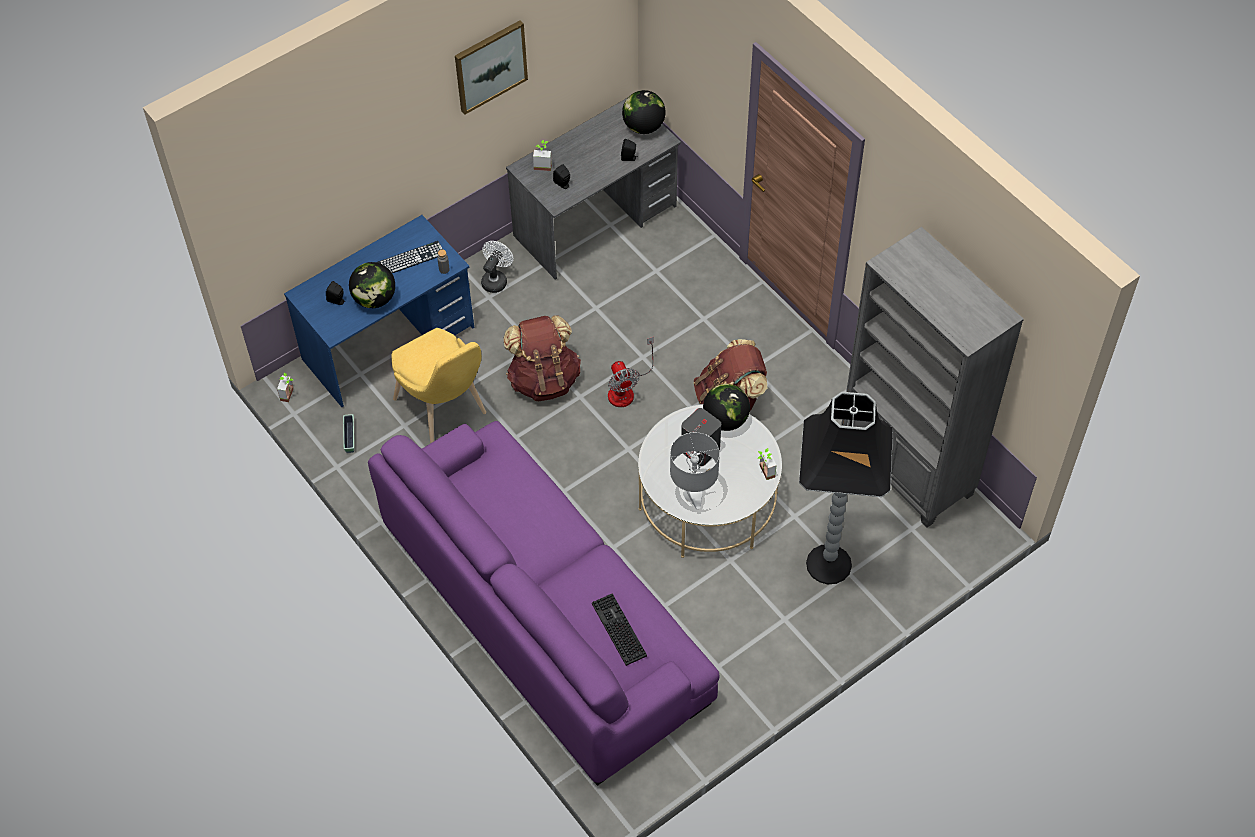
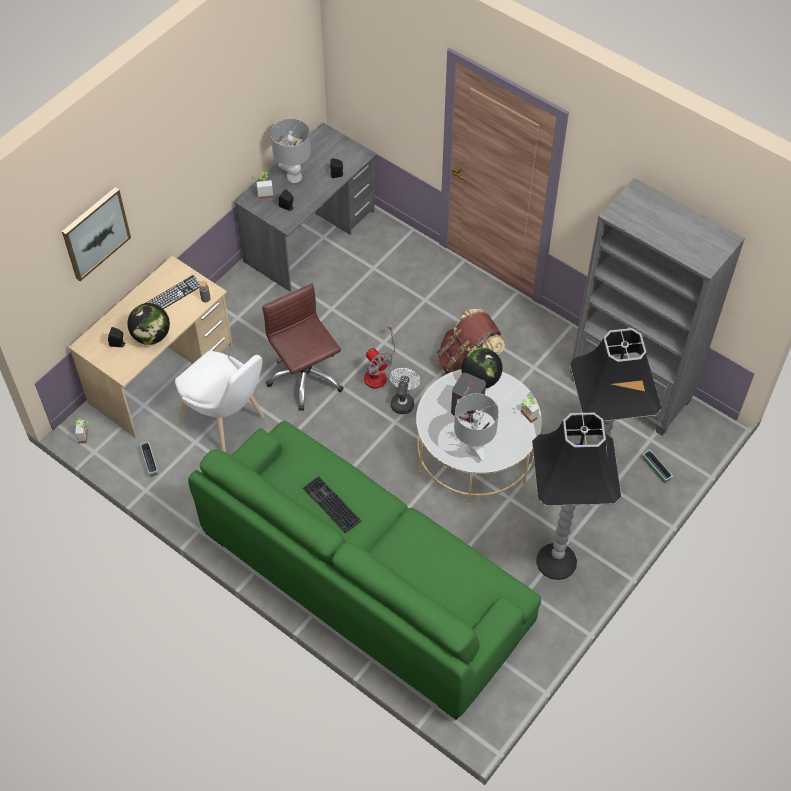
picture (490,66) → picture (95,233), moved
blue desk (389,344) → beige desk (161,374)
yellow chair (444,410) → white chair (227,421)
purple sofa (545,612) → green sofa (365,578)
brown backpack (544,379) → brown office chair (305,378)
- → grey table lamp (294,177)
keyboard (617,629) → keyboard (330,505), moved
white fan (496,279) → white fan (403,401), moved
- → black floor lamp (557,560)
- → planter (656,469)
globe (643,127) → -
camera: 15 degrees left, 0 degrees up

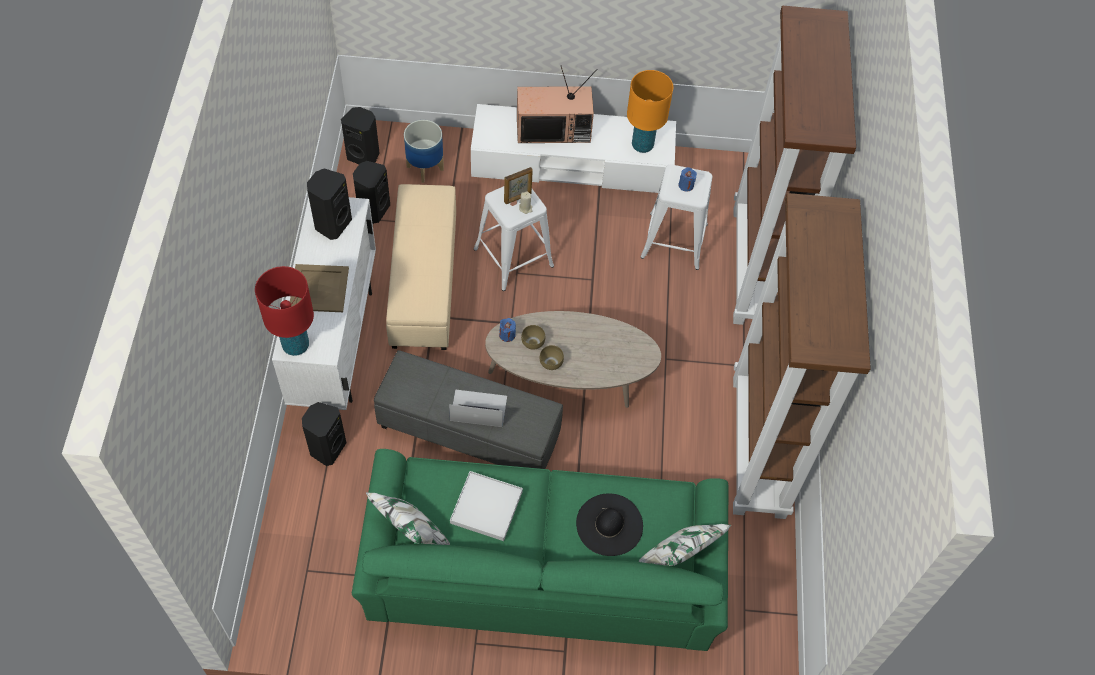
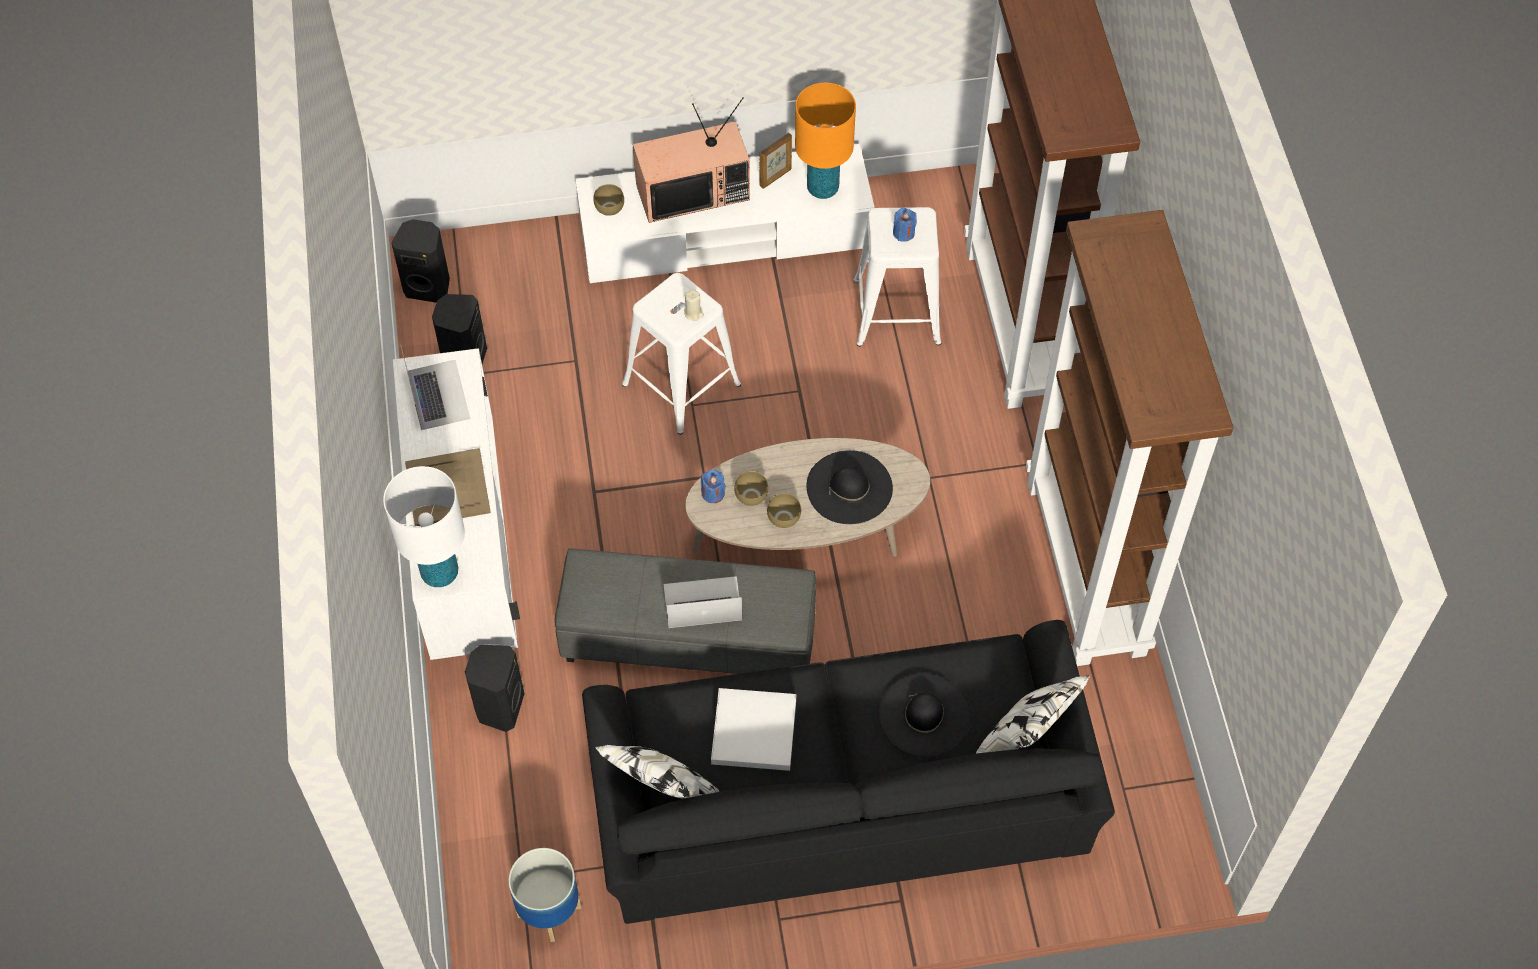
red table lamp (296,345) → white table lamp (440,572)
black speaker (332,224) → laptop (438,394)
planter (424,168) → planter (549,912), moved
green sofa (542,567) → black sofa (839,797)
- → brown bowl (610,209)
picture frame (518,198) → picture frame (776,177), moved
- → black hat (849,487)
beige ottoman (423,282) → -
camera: 10 degrees left, 0 degrees up

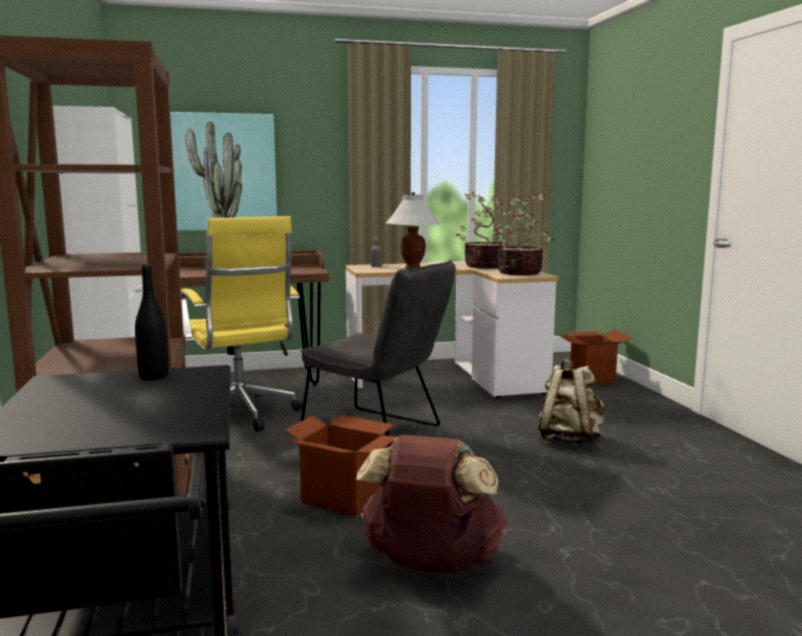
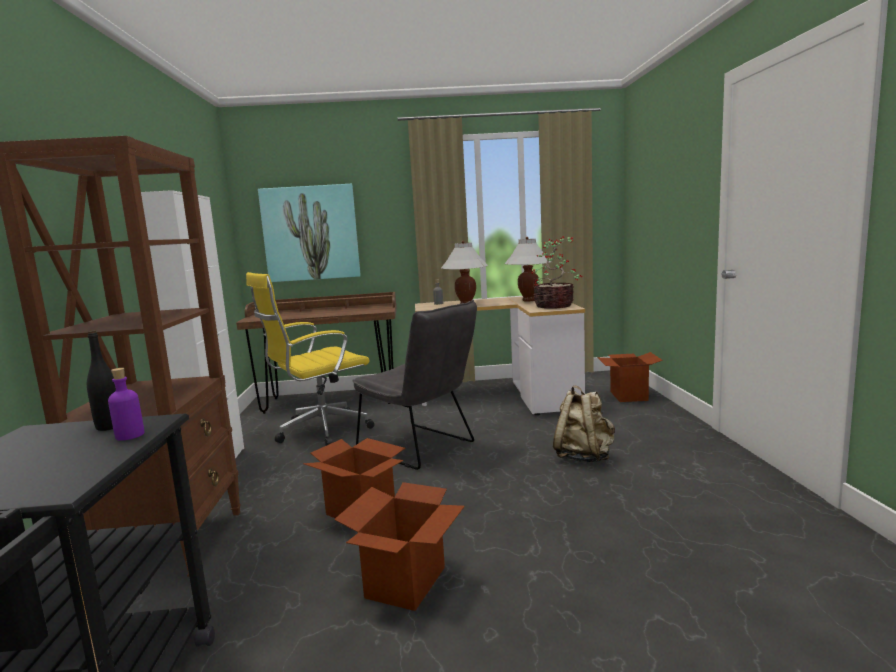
- → purple bottle (130,435)
yellow office chair (242,416) → yellow office chair (319,431), 75 degrees clockwise
brown backpack (431,565) → cardboard box (406,583)
potted plant (483,266) → white table lamp (528,300)
camera: 10 degrees right, 0 degrees up

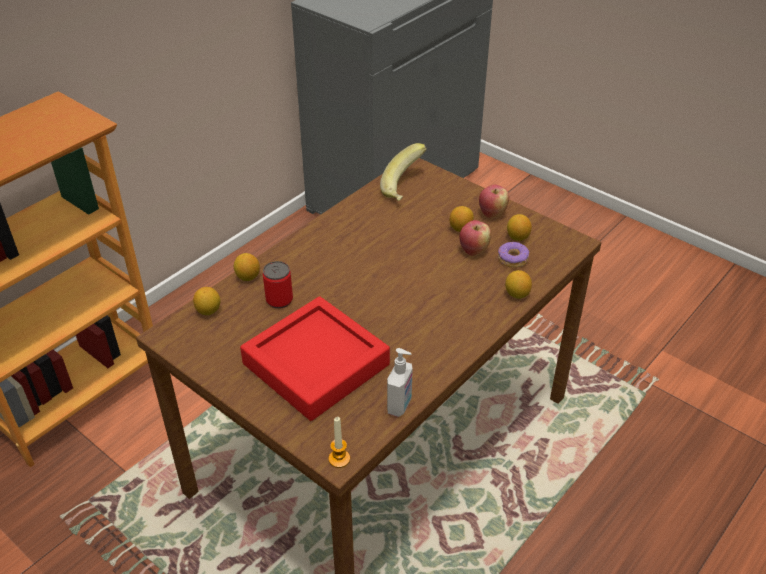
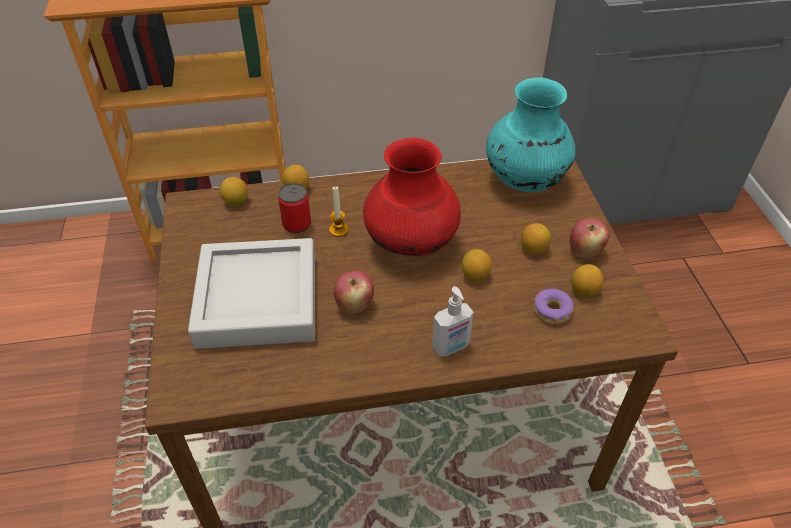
red tray (316,364) → grey tray (258,300)
candle (339,459) → candle (338,230), moved
apple (473,250) → apple (354,305), moved
- → red vase (411,244)
soap dispenser (400,405) → soap dispenser (451,347), moved
lemon (517,294) → lemon (475,276), moved
banana (405,188) → turquoise vase (524,180)
camera: 40 degrees right, 5 degrees up

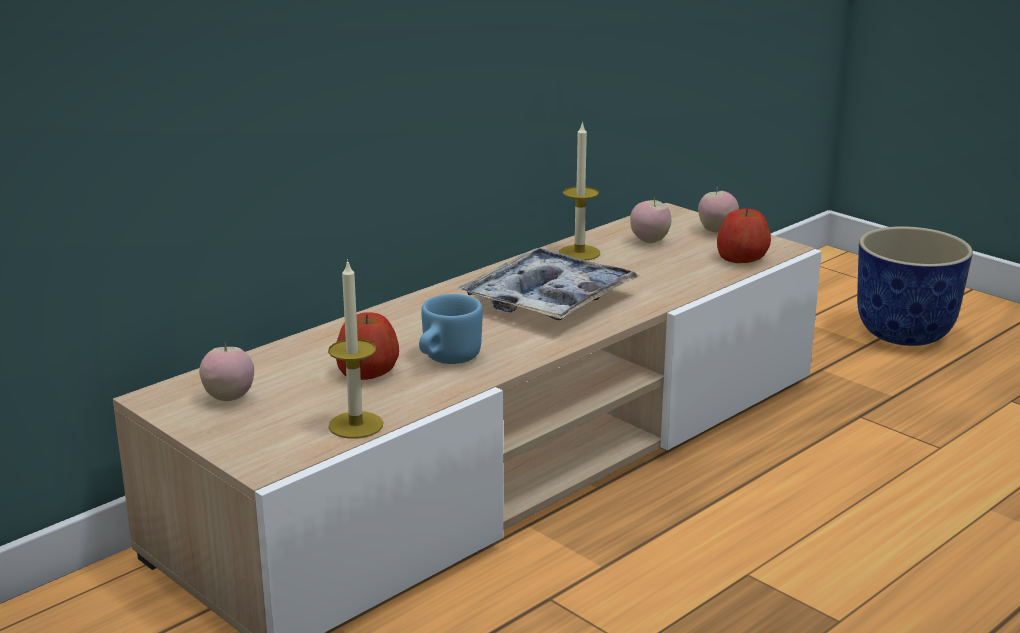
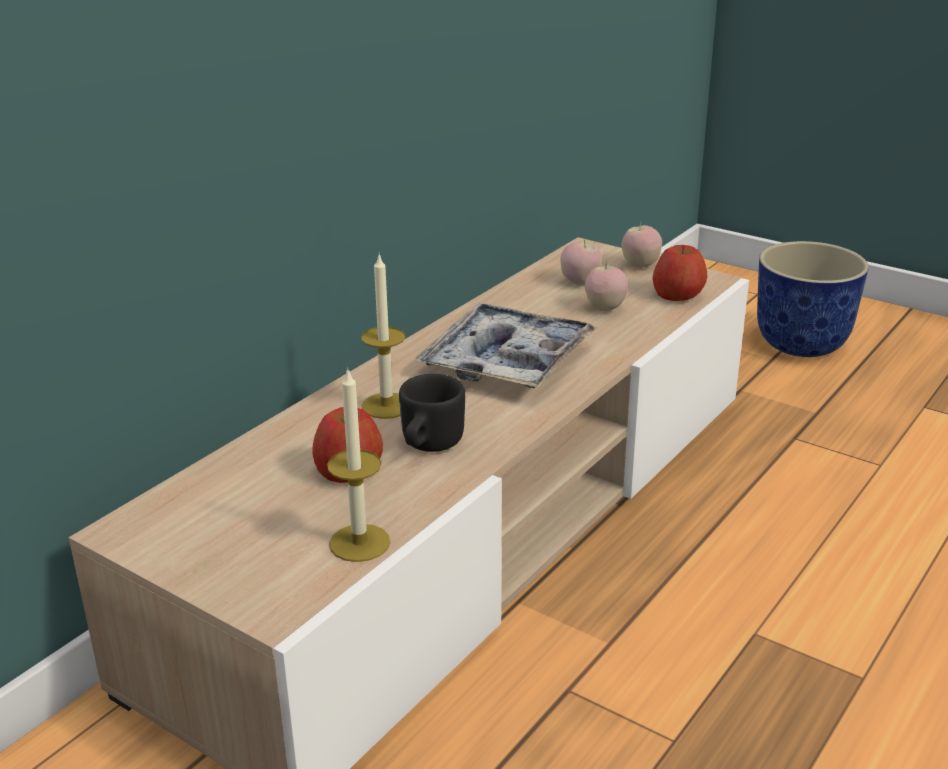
candle (579,253) → candle (386,406), moved
blue mug (446,359) → black mug (427,446)
apple (229,398) → apple (605,308), moved
camera: 10 degrees left, 5 degrees up

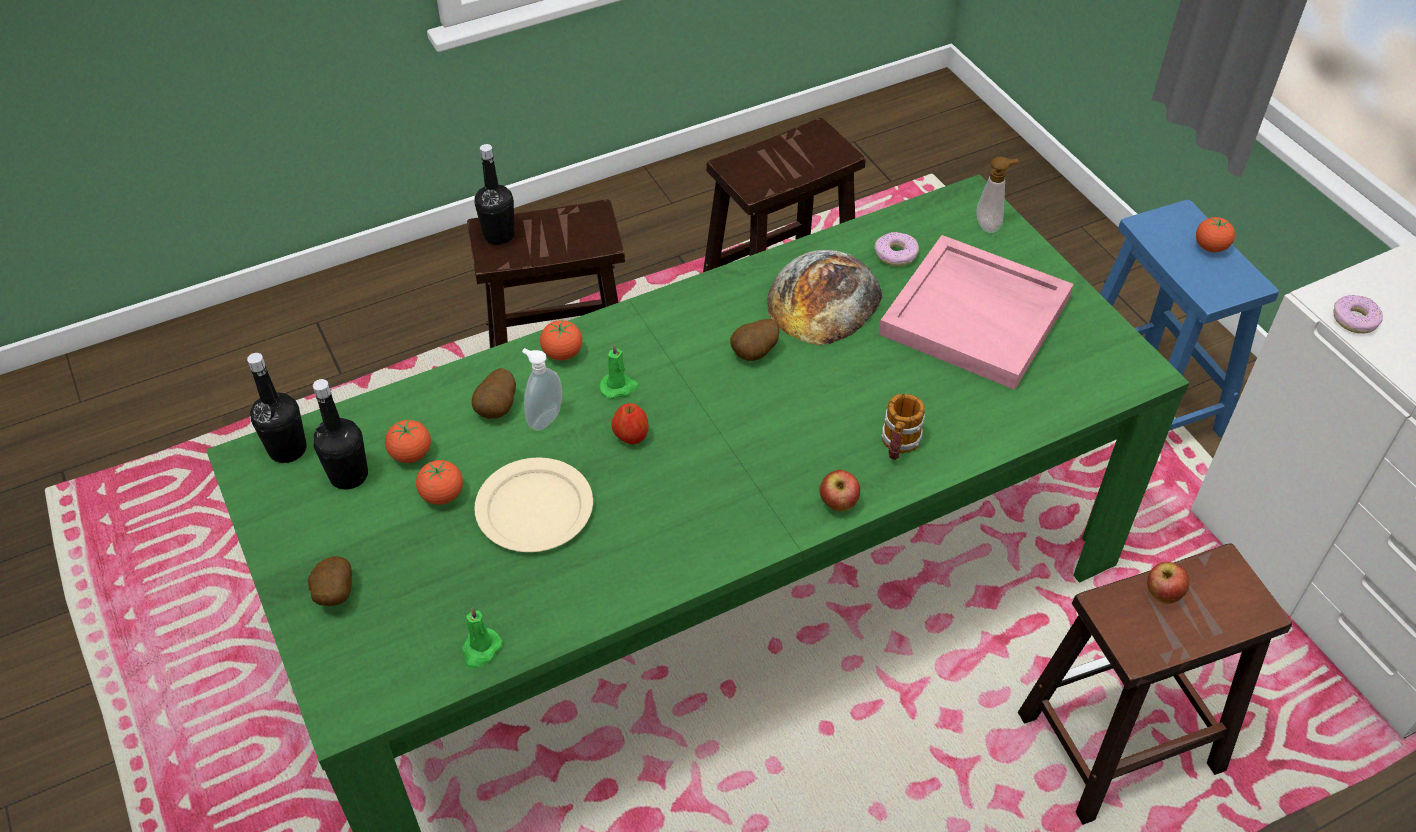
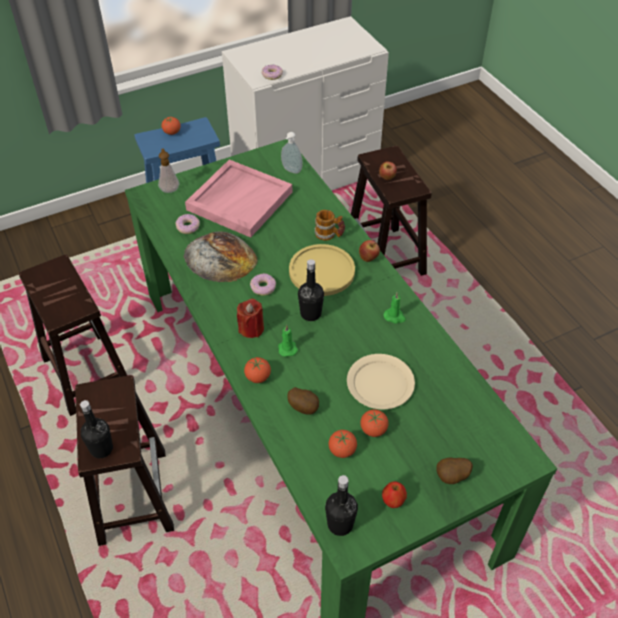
- → red candle (251,328)
potato (755,354) → donut (263,287)
soap dispenser (543,418) → soap dispenser (291,171), moved
- → yellow plate (321,271)
black bottle (349,475) → black bottle (310,313), moved
apple (631,437) → apple (393,501), moved
green candle (480,650) → green candle (395,317), moved
camera: 90 degrees left, 0 degrees up

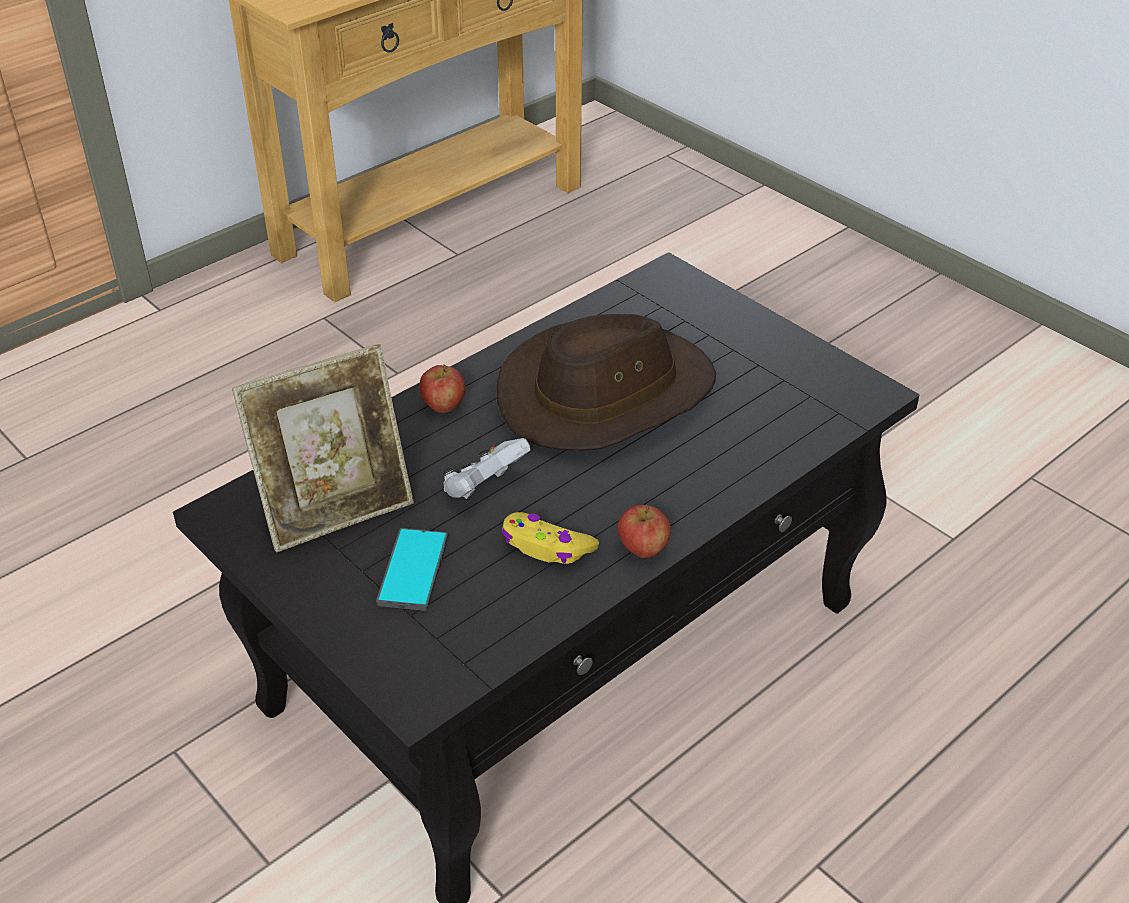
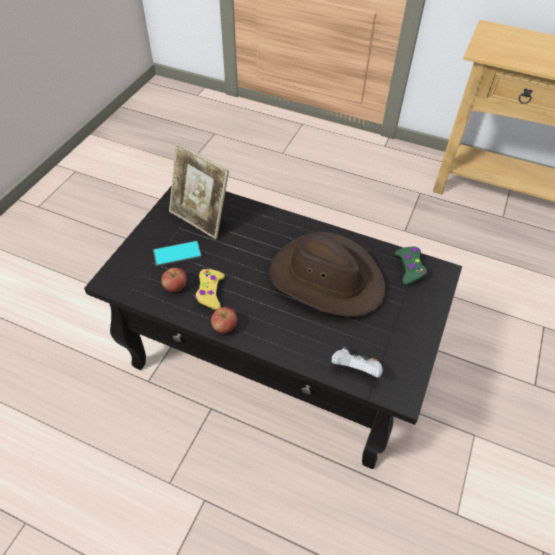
apple (443,406) → apple (175,287), moved
white game controller (484,488) → white game controller (355,369), moved
- → green game controller (409,268)
camera: 65 degrees right, 10 degrees up

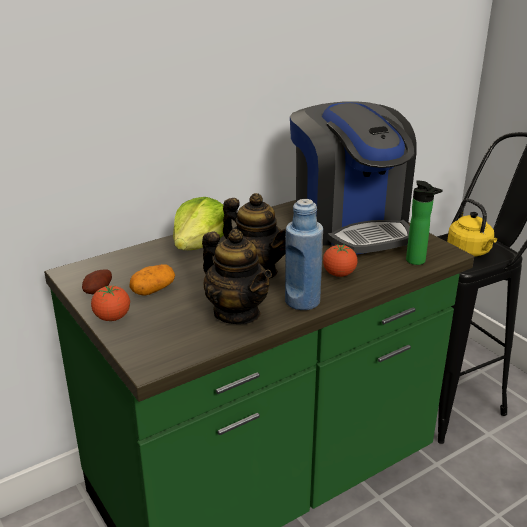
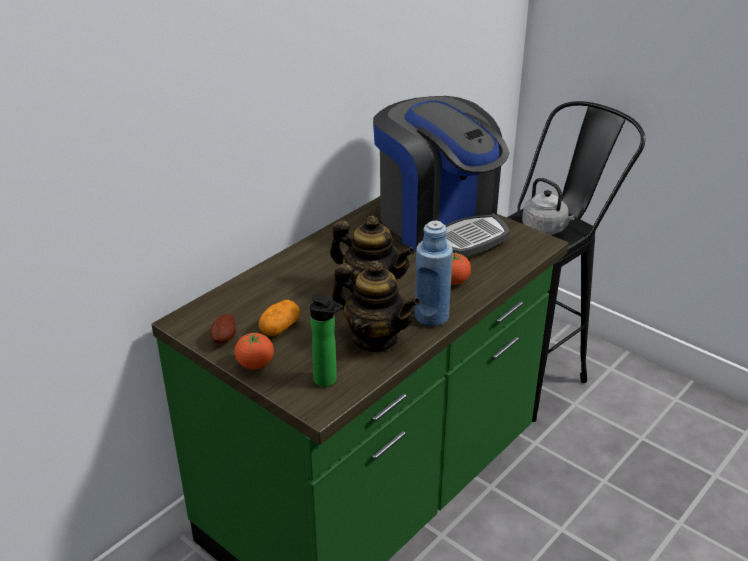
bottle (418,262) → bottle (328,381), moved
yellow kettle (470,251) → grey kettle (545,229)
lettuce (200,245) → -
camera: 15 degrees left, 5 degrees up

